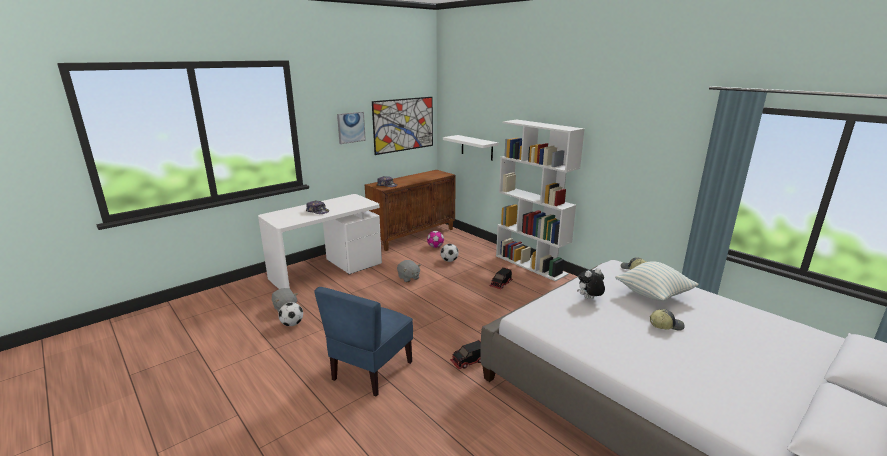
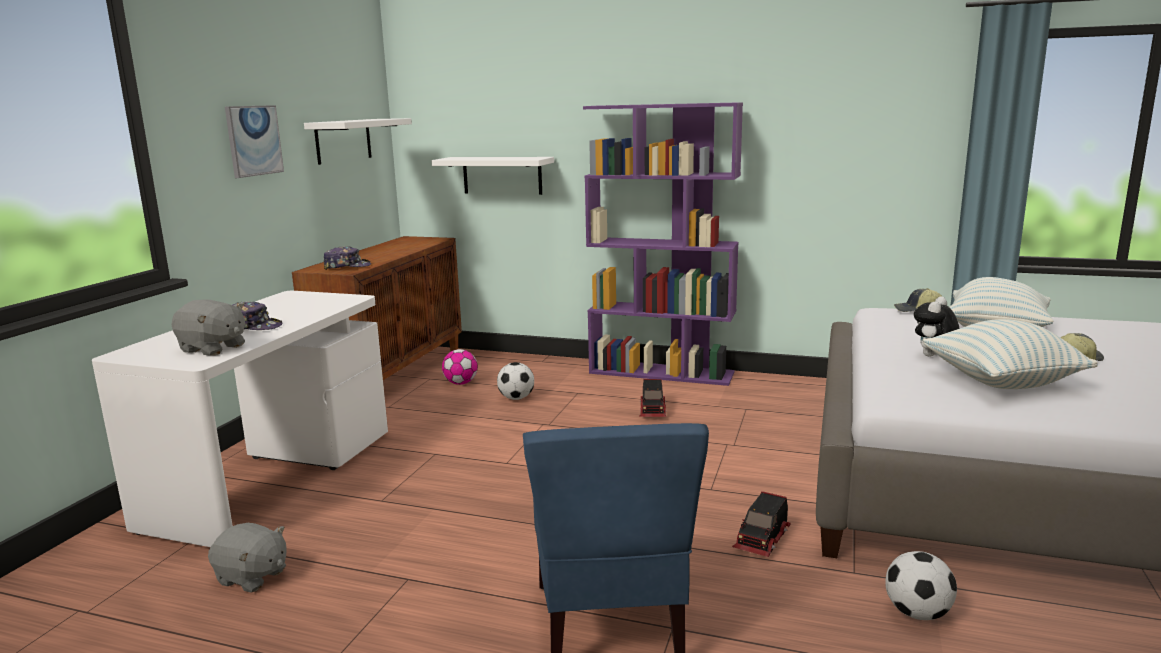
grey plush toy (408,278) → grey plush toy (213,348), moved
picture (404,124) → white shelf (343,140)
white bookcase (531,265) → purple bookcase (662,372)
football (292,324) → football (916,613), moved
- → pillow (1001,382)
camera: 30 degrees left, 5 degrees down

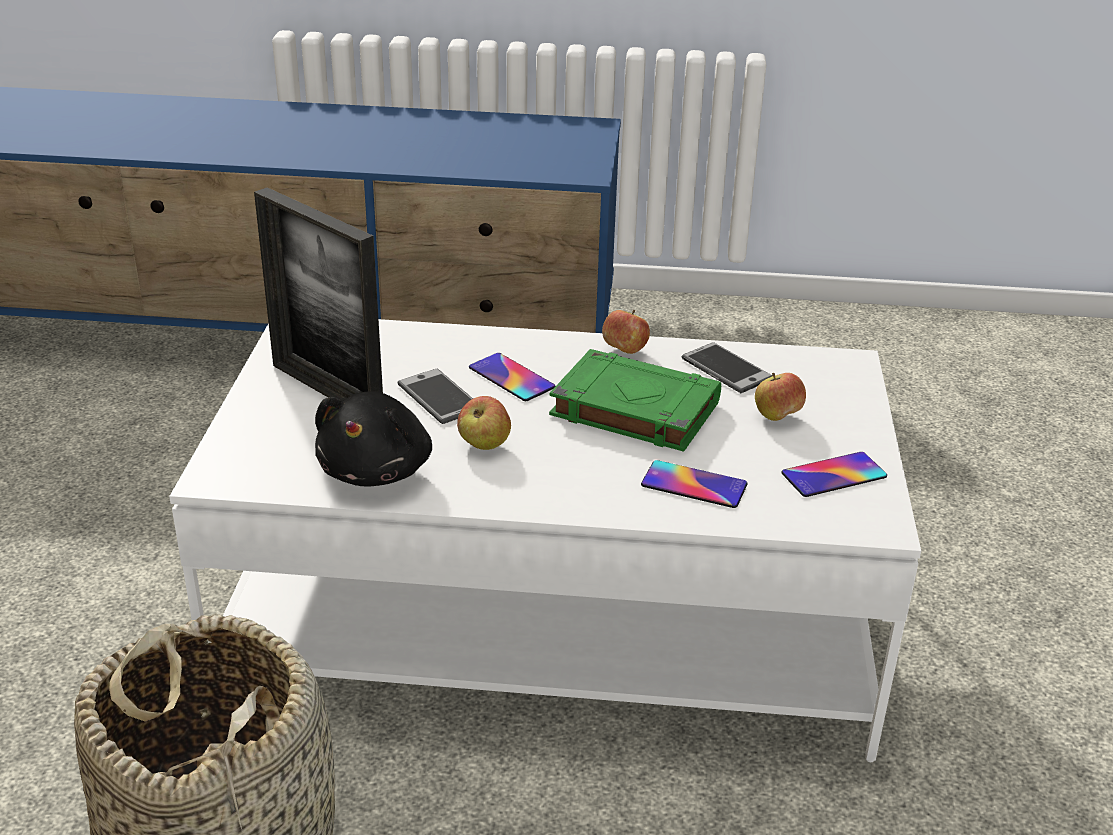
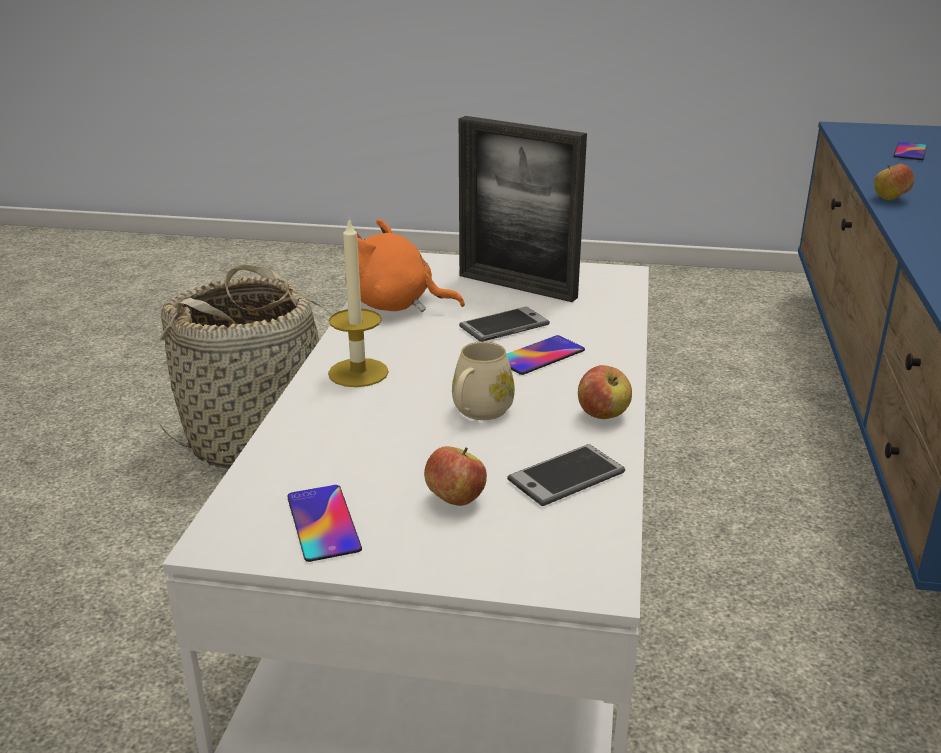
- → candle (358,373)
black plush toy (378,470) → orange plush toy (395,305)
green book (633,409) → beige mug (478,412)
picture frame (327,390) → picture frame (517,286), 105 degrees counterclockwise
apple (484,444) → apple (890,199), moved
phone (694,485) → phone (910,152), moved
camera: 95 degrees right, 5 degrees down

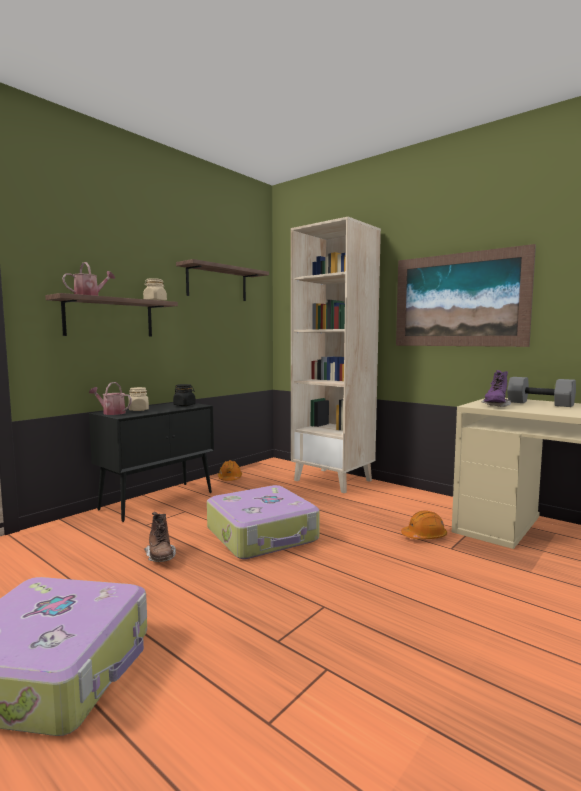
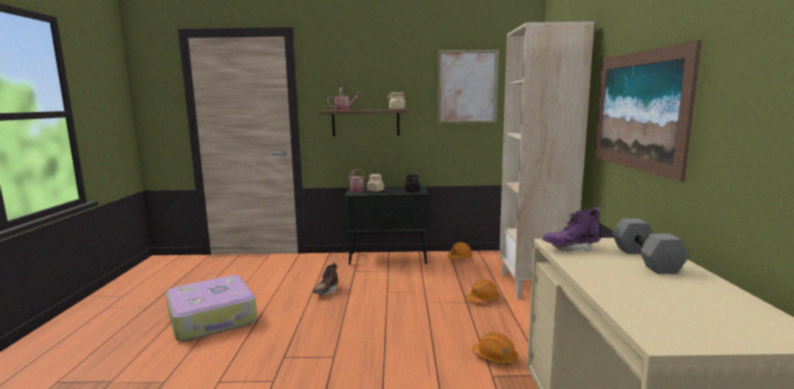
shelf (217,283) → picture (467,87)
- → orange hard hat (482,299)
suitcase (263,535) → -
camera: 50 degrees right, 5 degrees up

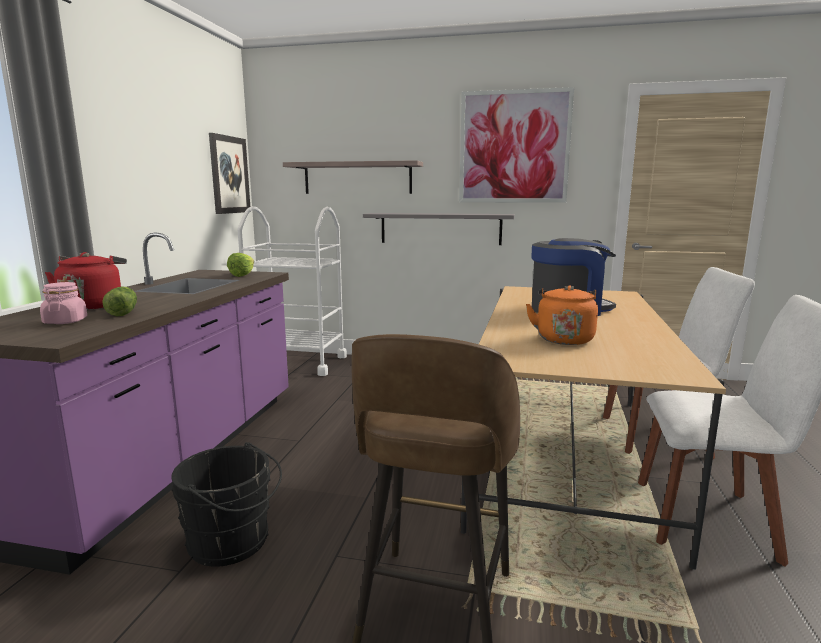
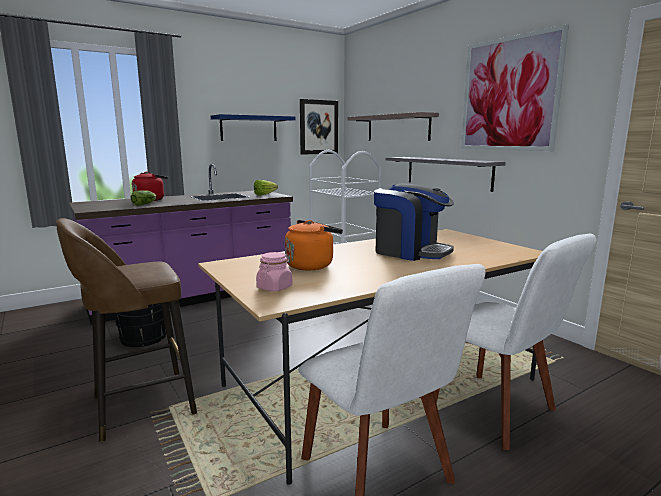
- → blue shelf (248,128)
pink jar (65,321) → pink jar (274,287), moved
camera: 45 degrees right, 0 degrees up

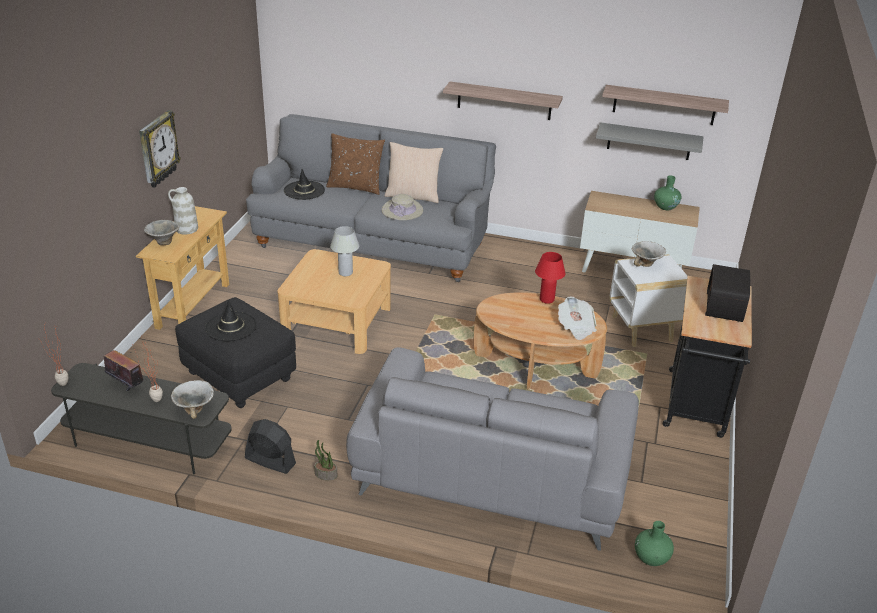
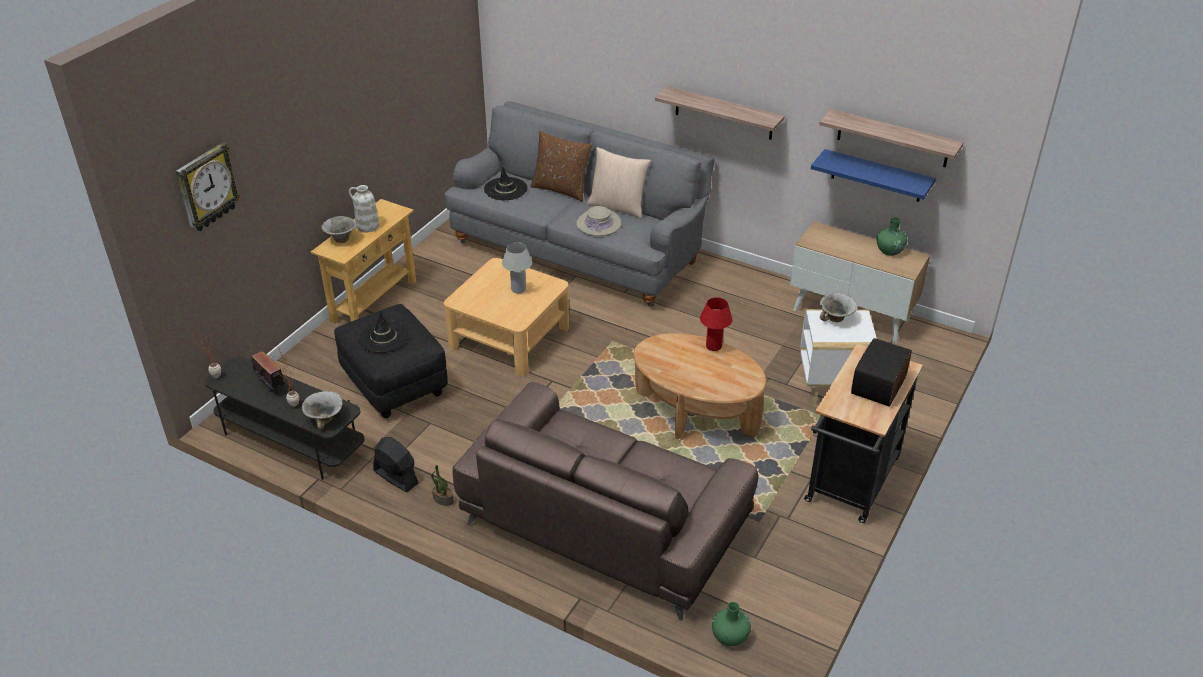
wall clock (157,149) → wall clock (206,187), moved
grey sofa (491,473) → brown sofa (604,523)
grey shelf (649,141) → blue shelf (876,176)
newspaper (576,327) → -
camera: 15 degrees right, 5 degrees up

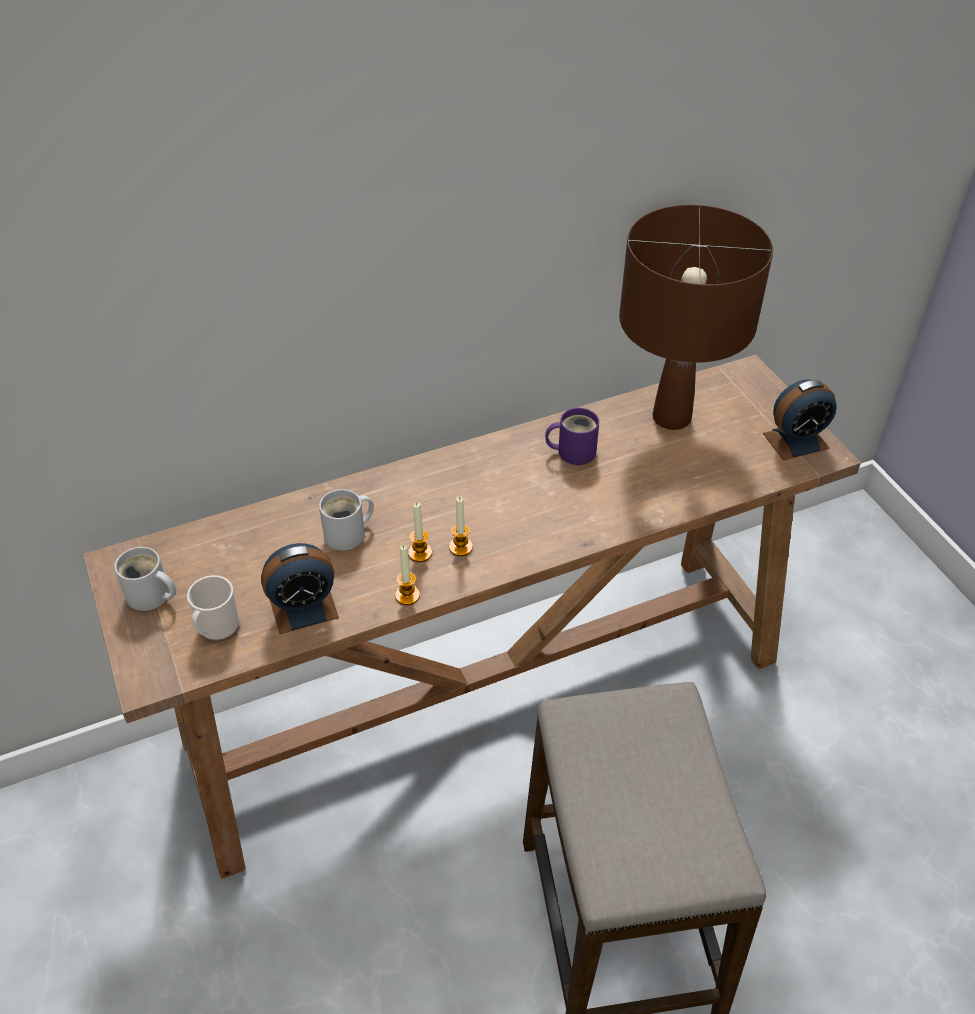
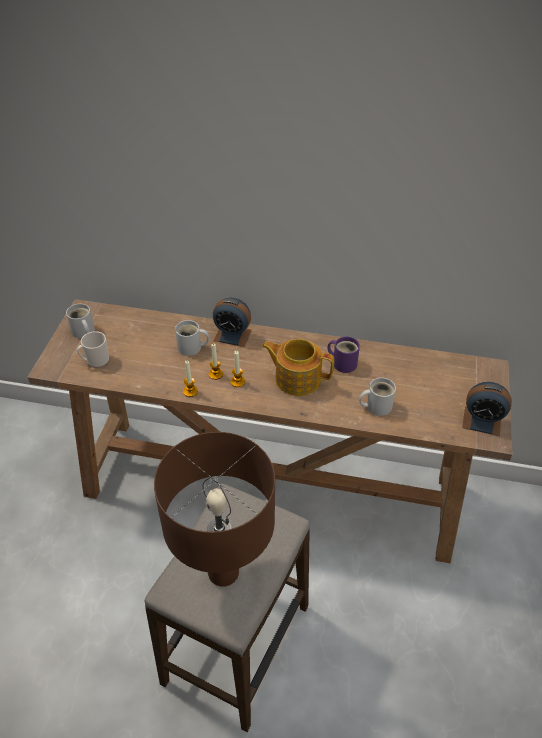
brown table lamp (671,417) → brown table lamp (223,572), moved
alarm clock (303,608) → alarm clock (232,335), moved
- → teapot (297,378)
- → white mug (376,405)
camera: 35 degrees right, 0 degrees up

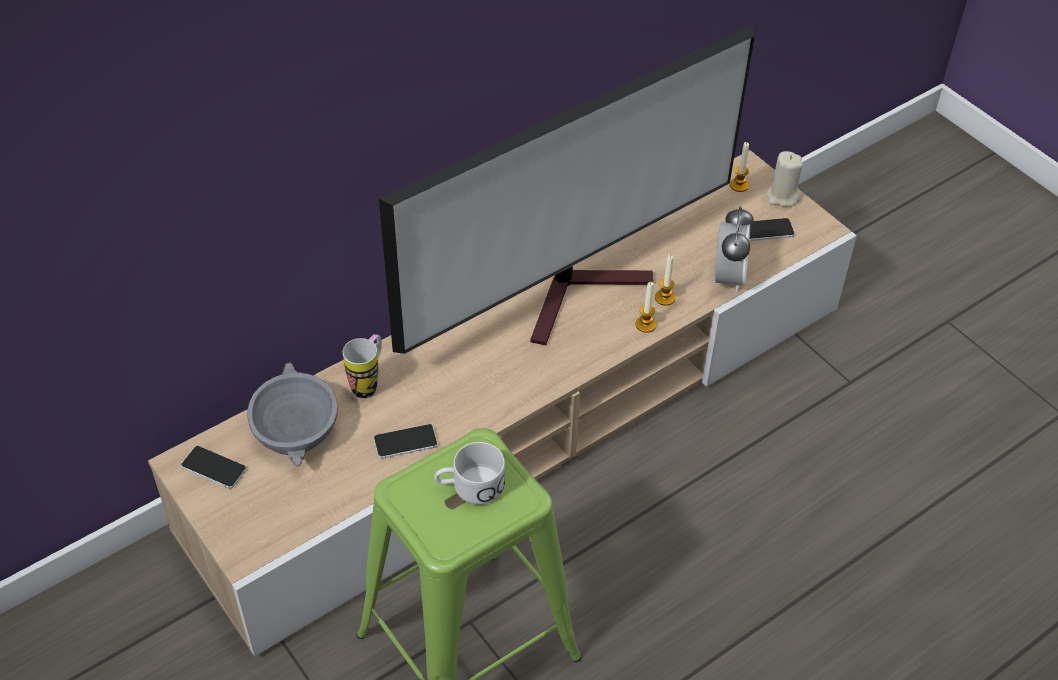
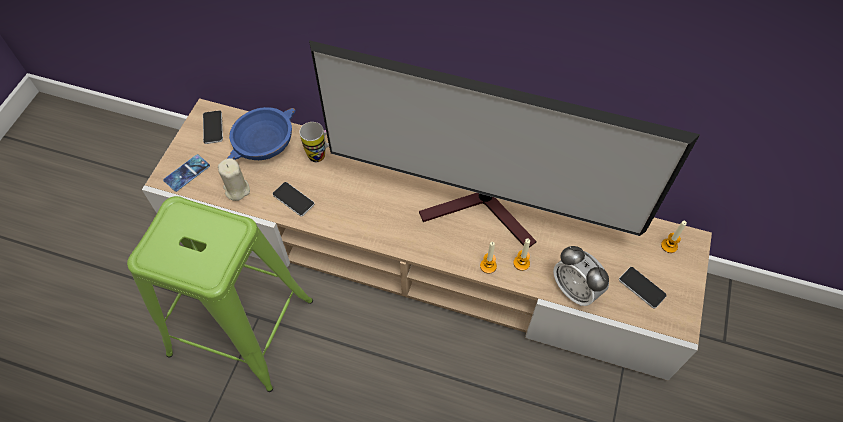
- → phone (187,173)
beige candle (782,197) → beige candle (236,189), moved
grey bowl (297,429) → blue bowl (265,145)
alarm clock (728,277) → alarm clock (575,290), 75 degrees clockwise
white mug (470,487) → -
camera: 55 degrees right, 10 degrees up

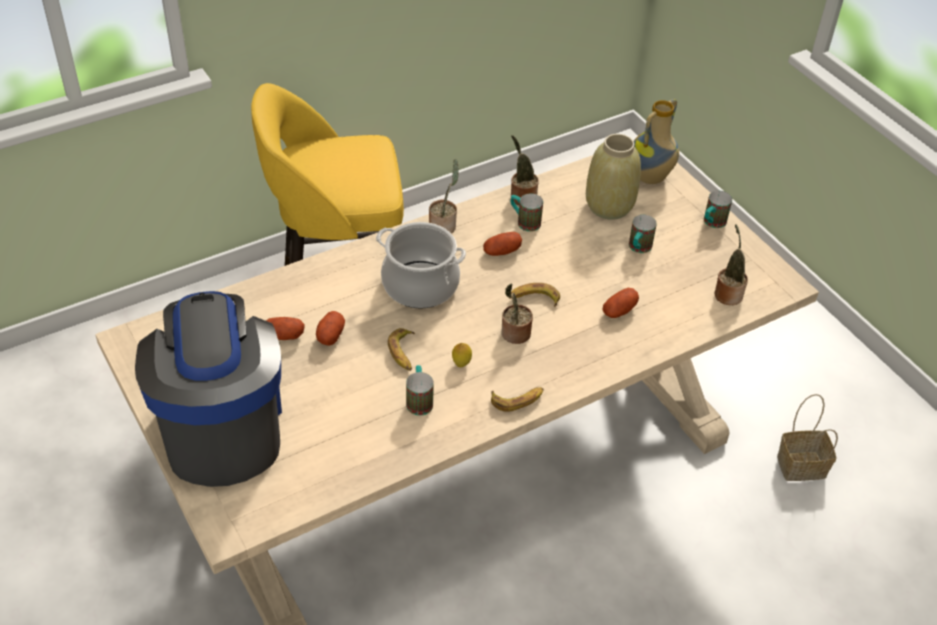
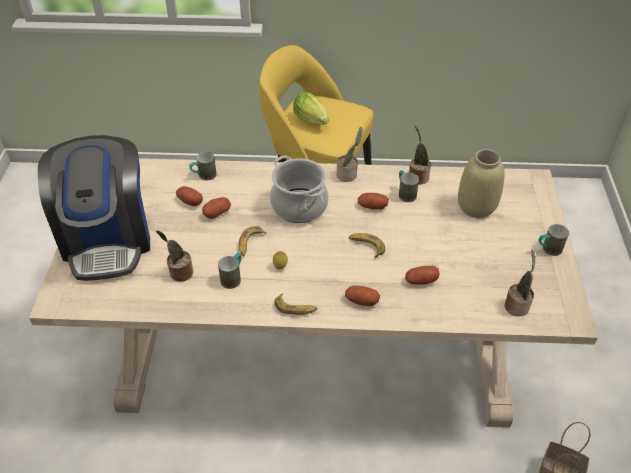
coffee machine (221,426) → coffee machine (108,239), 150 degrees clockwise
potted plant (514,334) → potted plant (179,273), moved
mug (638,248) → mug (204,176), moved
- → lettuce (312,121)
- → potato (361,301)
vase (651,178) → -
camera: 35 degrees right, 0 degrees up

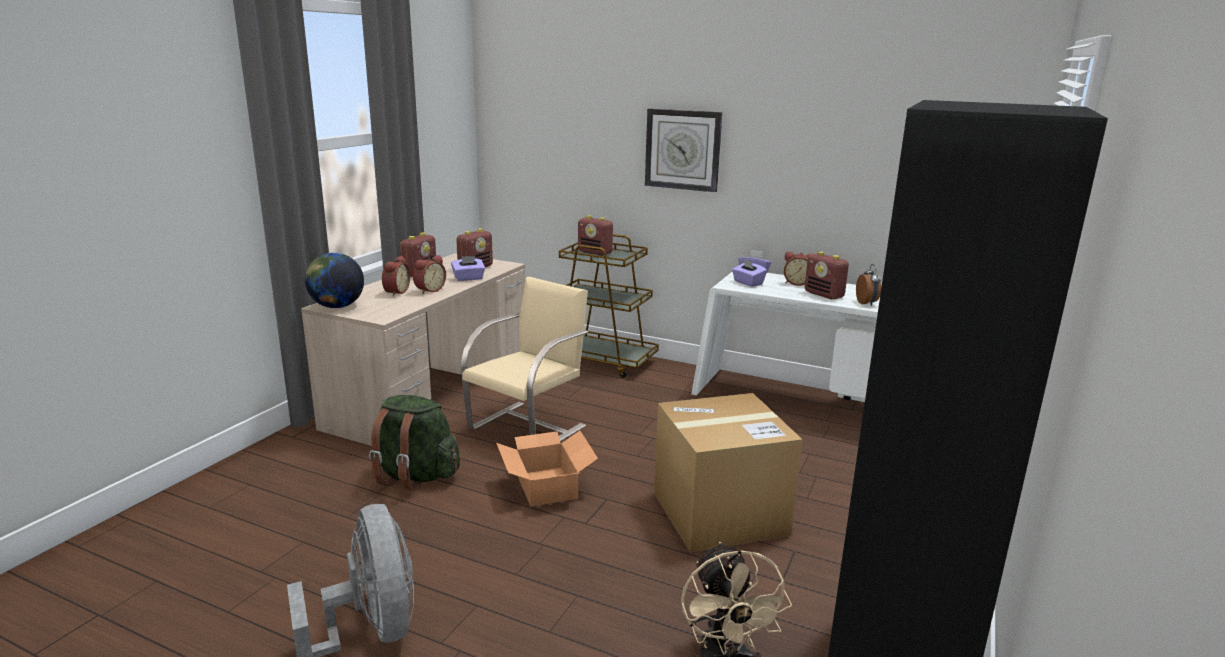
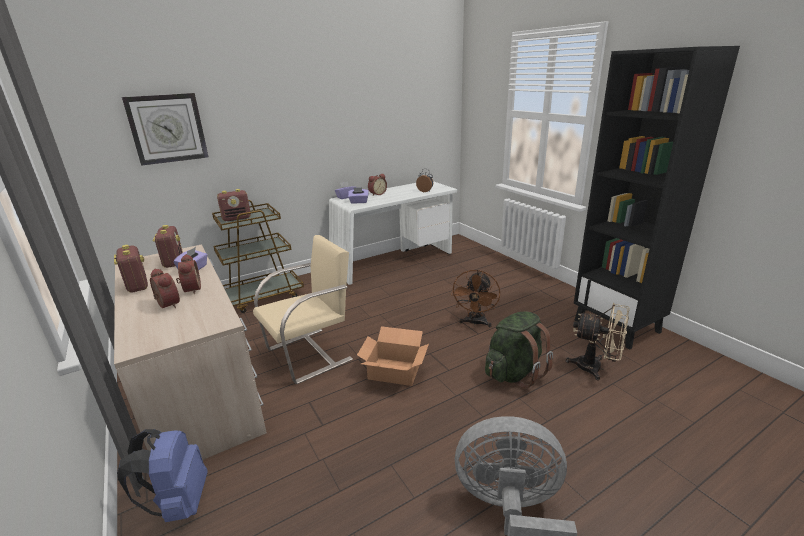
- → blue backpack (179,503)
wall clock (683,149) → wall clock (167,128), moved
beige chair (529,427) → beige chair (310,354), 75 degrees clockwise
cardboard box (719,513) → brown fan (475,323)
green backpack (415,476) → green backpack (514,373), moved
globe (337,306) → -
radio (824,295) → -
camera: 55 degrees left, 5 degrees up

